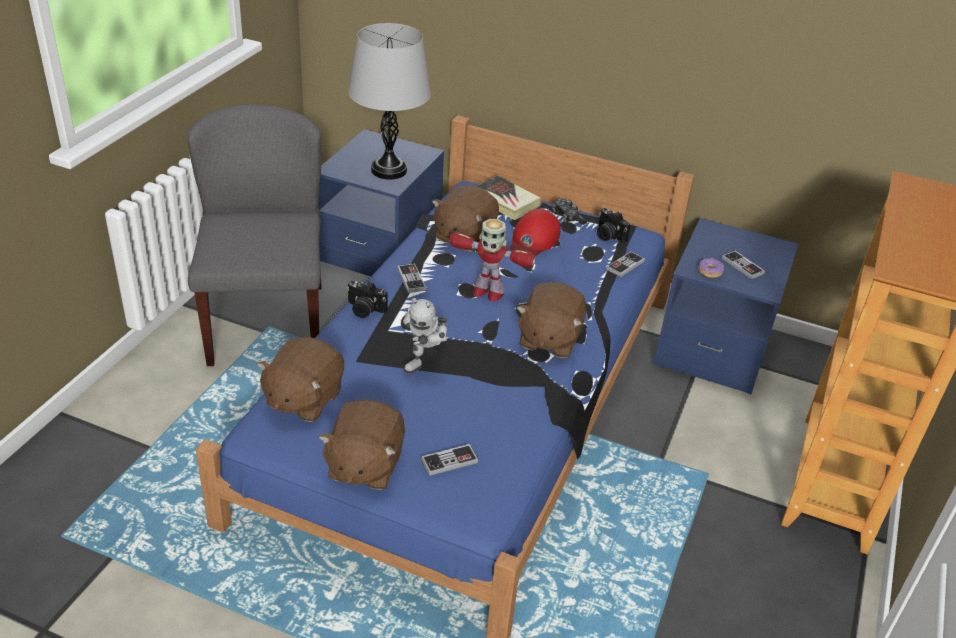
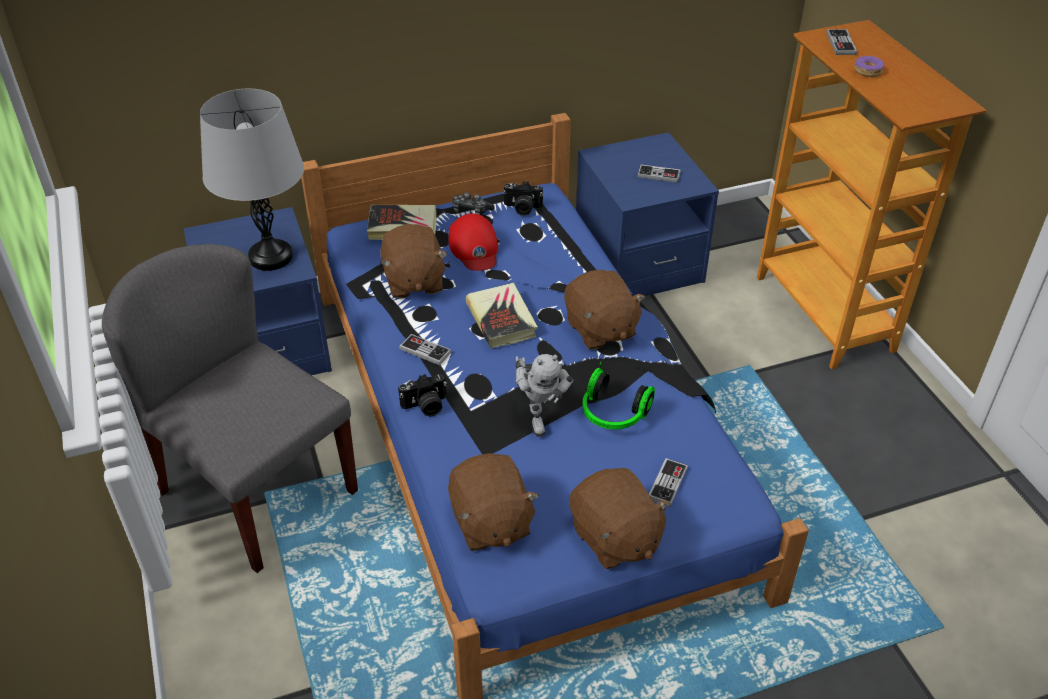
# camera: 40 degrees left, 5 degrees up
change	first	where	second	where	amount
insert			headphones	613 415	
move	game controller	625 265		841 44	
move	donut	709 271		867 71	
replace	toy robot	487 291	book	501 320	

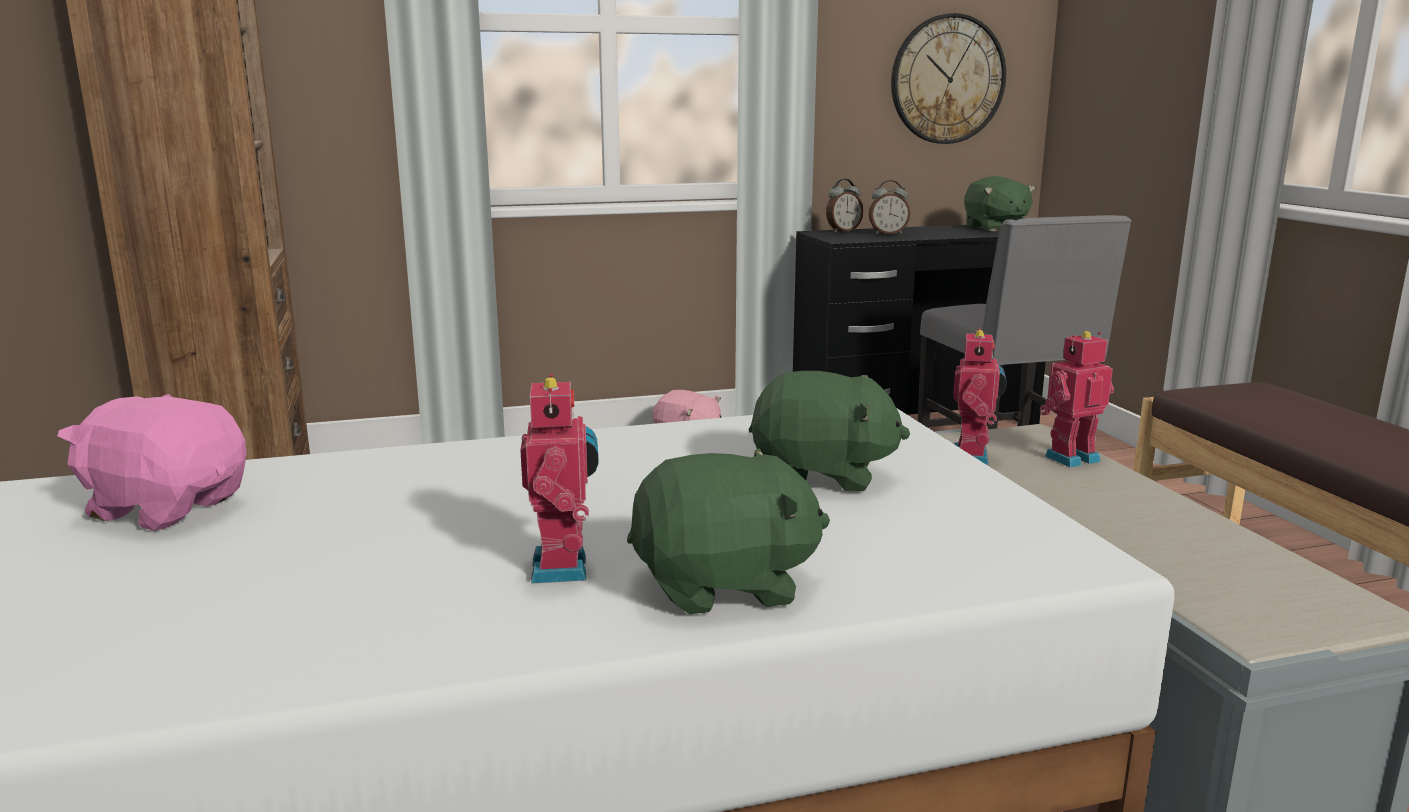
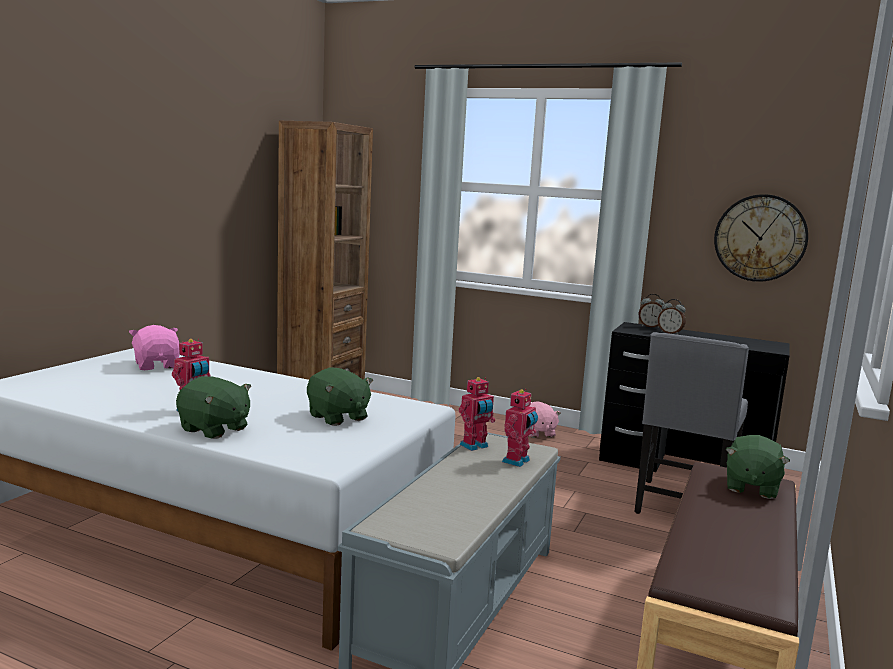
# camera: 40 degrees right, 5 degrees down
change	first	where	second	where	amount
move	green plush toy	995 228		751 487	
rotate	toy robot	1069 457		517 461	105 degrees clockwise

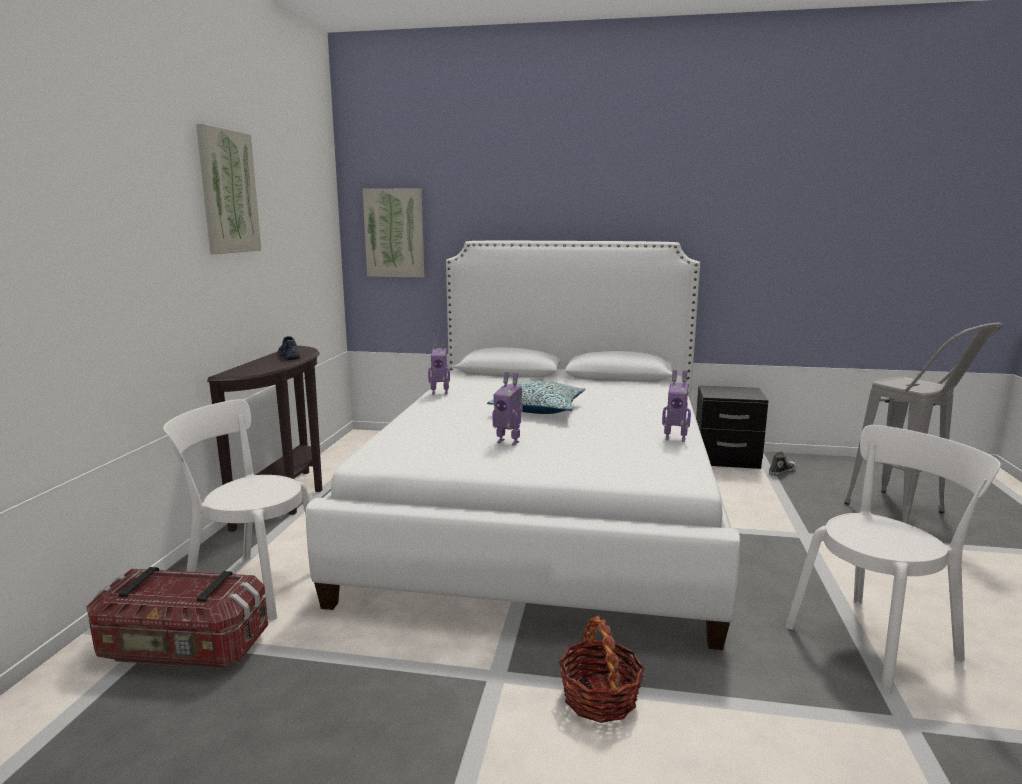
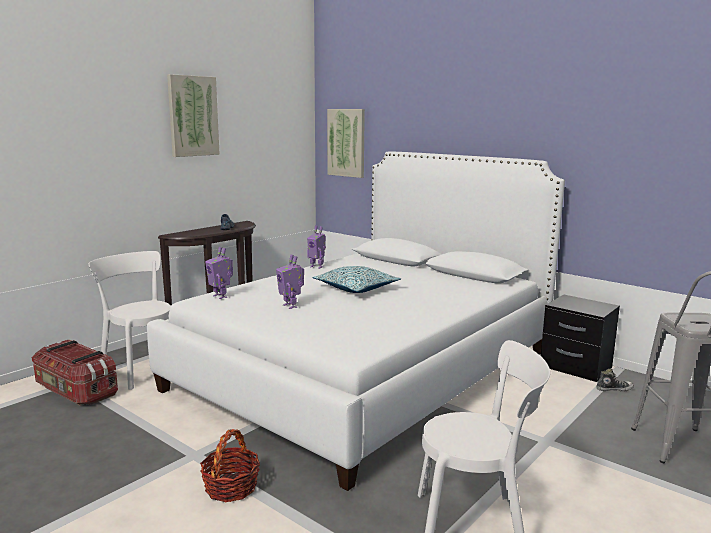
# camera: 30 degrees right, 0 degrees up
change	first	where	second	where	amount
move	toy robot	675 438		221 296	

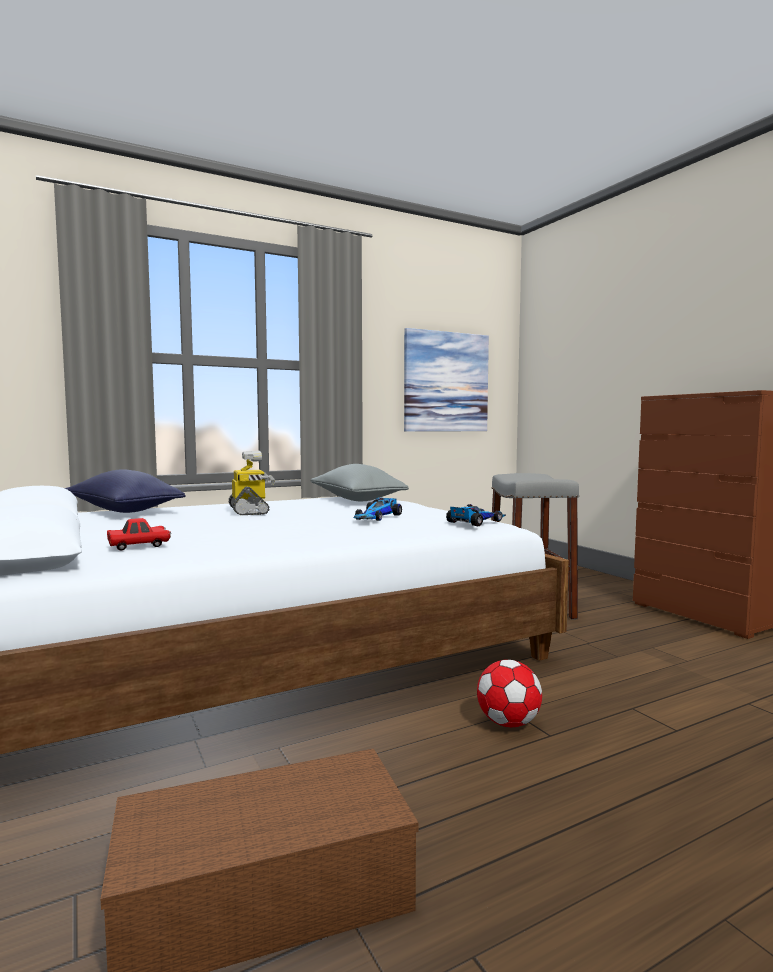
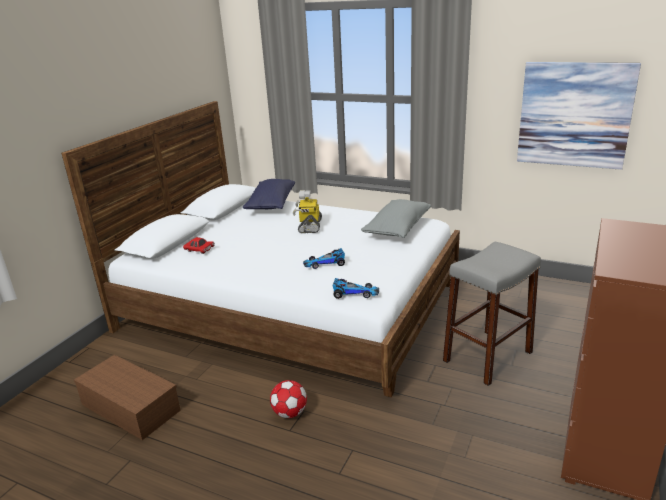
# camera: 55 degrees right, 20 degrees up
change	first	where	second	where	amount
rotate	toy robot	250 511		309 226	150 degrees clockwise

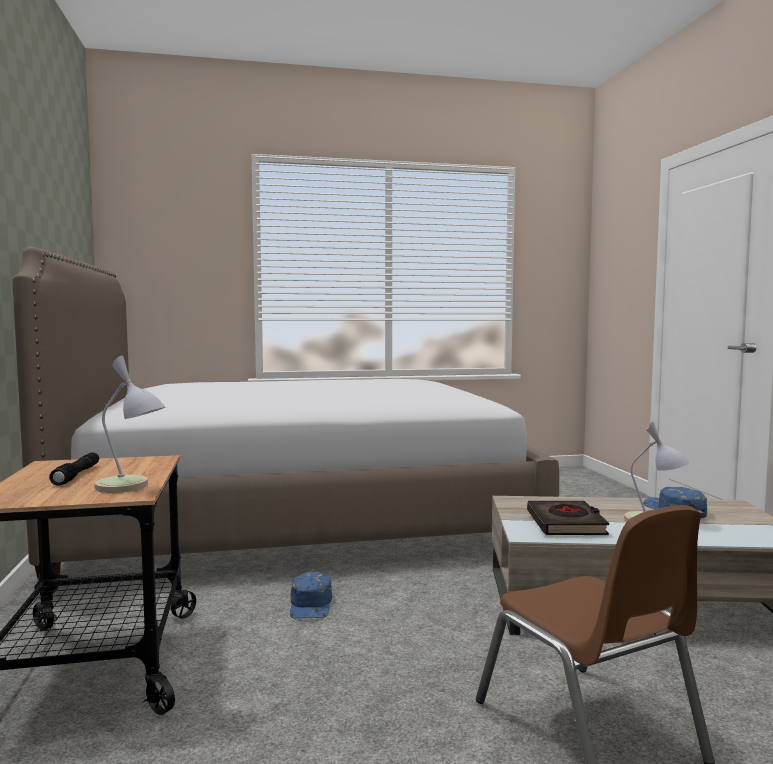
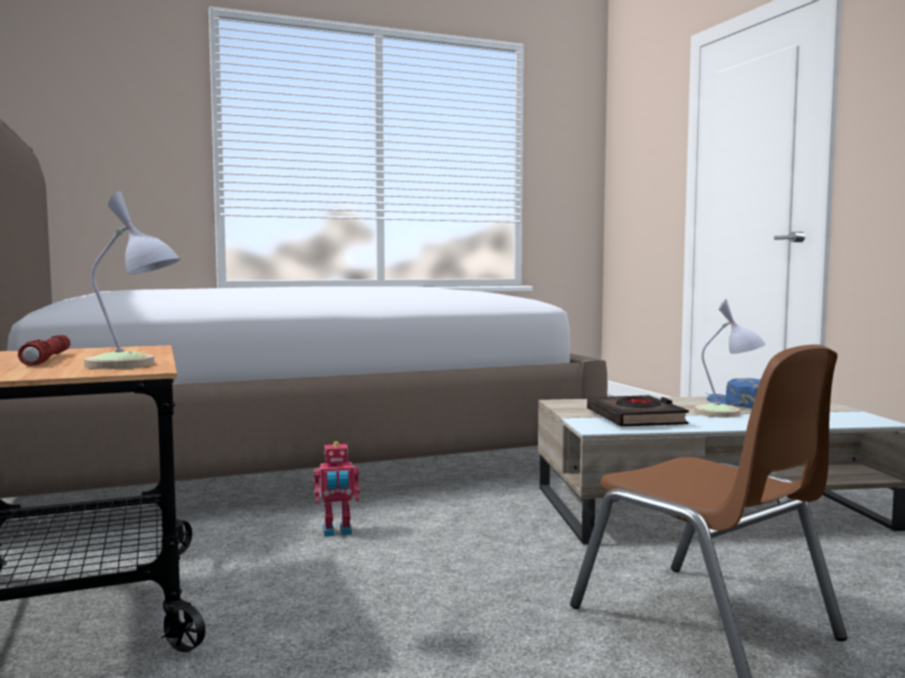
# camera: 10 degrees left, 0 degrees up
change	first	where	second	where	amount
replace	blue cap	311 605	toy robot	337 532	
recolor	black flashlight	77 475	red flashlight	47 359	

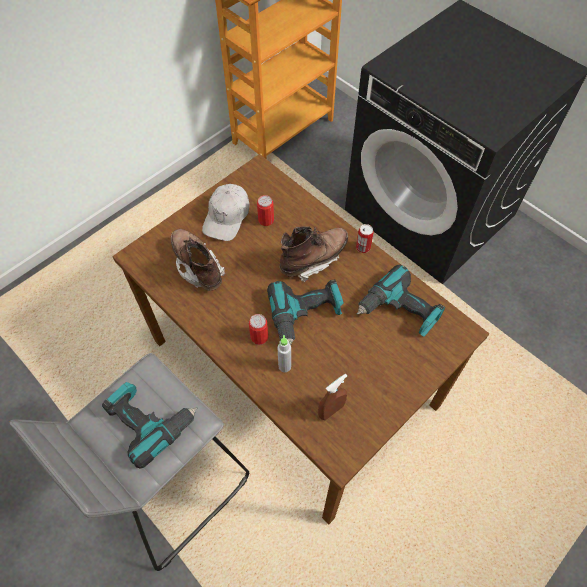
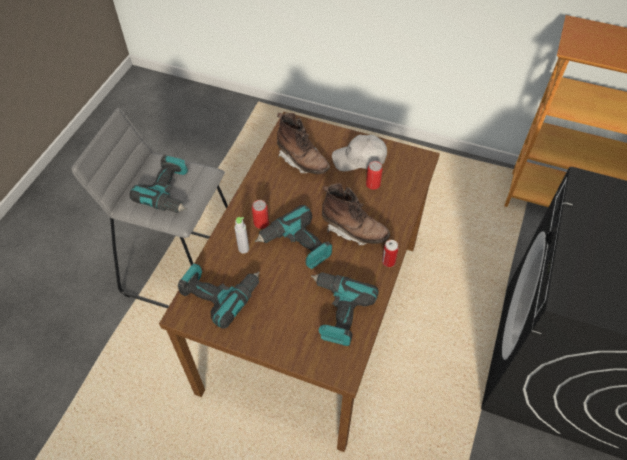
# camera: 65 degrees right, 5 degrees down
change	first	where	second	where	amount
replace	brown spray bottle	331 410	power drill	220 293	
rotate	brown boot	198 267		302 161	105 degrees clockwise

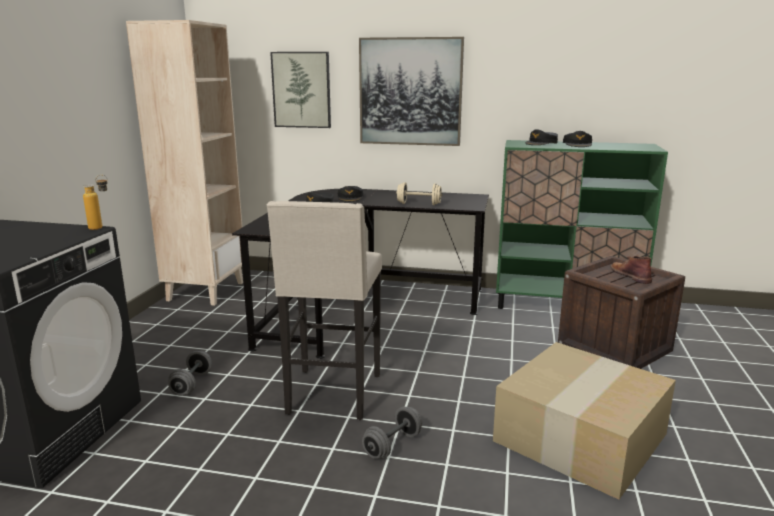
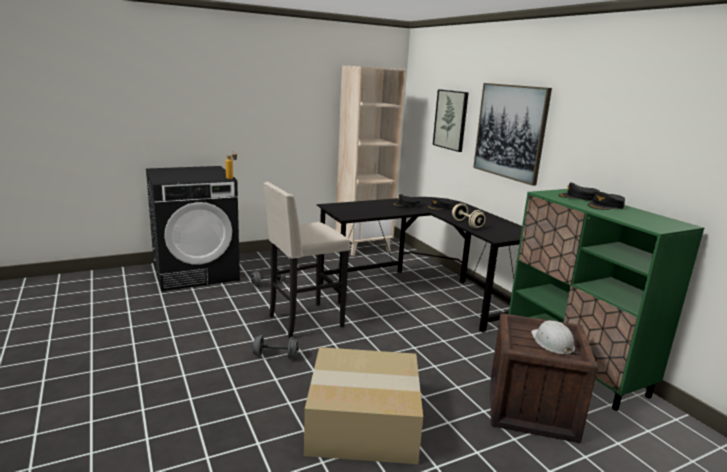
# camera: 50 degrees right, 0 degrees up
change	first	where	second	where	amount
replace	brown boot	630 275	white hard hat	552 342	

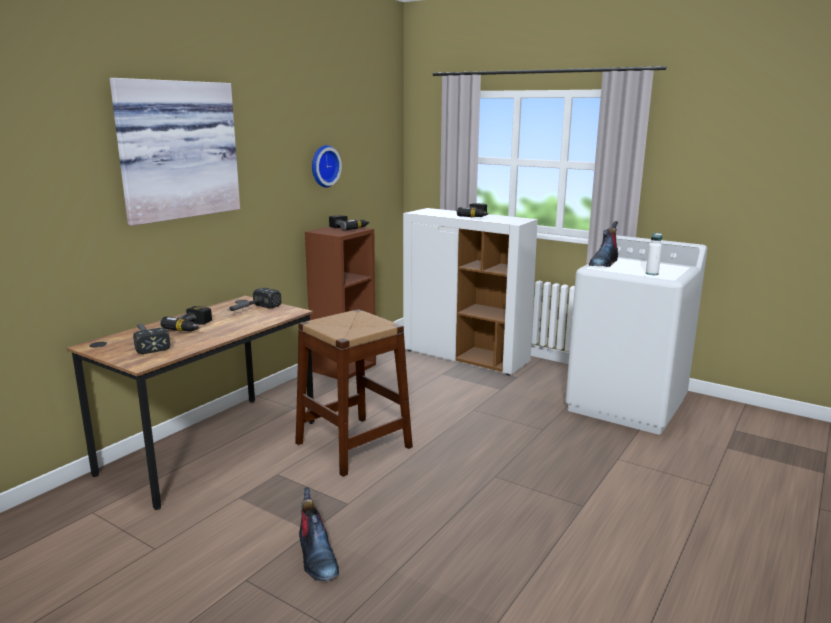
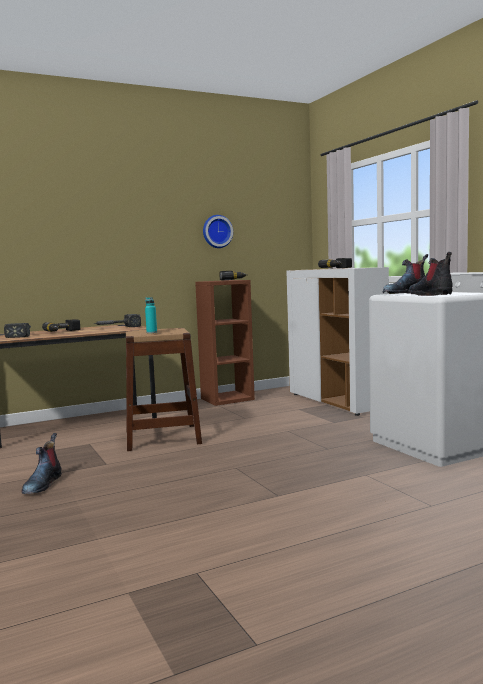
# camera: 30 degrees right, 10 degrees down
change	first	where	second	where	amount
delete	picture	176 150			
insert			turquoise bottle	151 332	
replace	white bottle	652 273	boot	431 295	

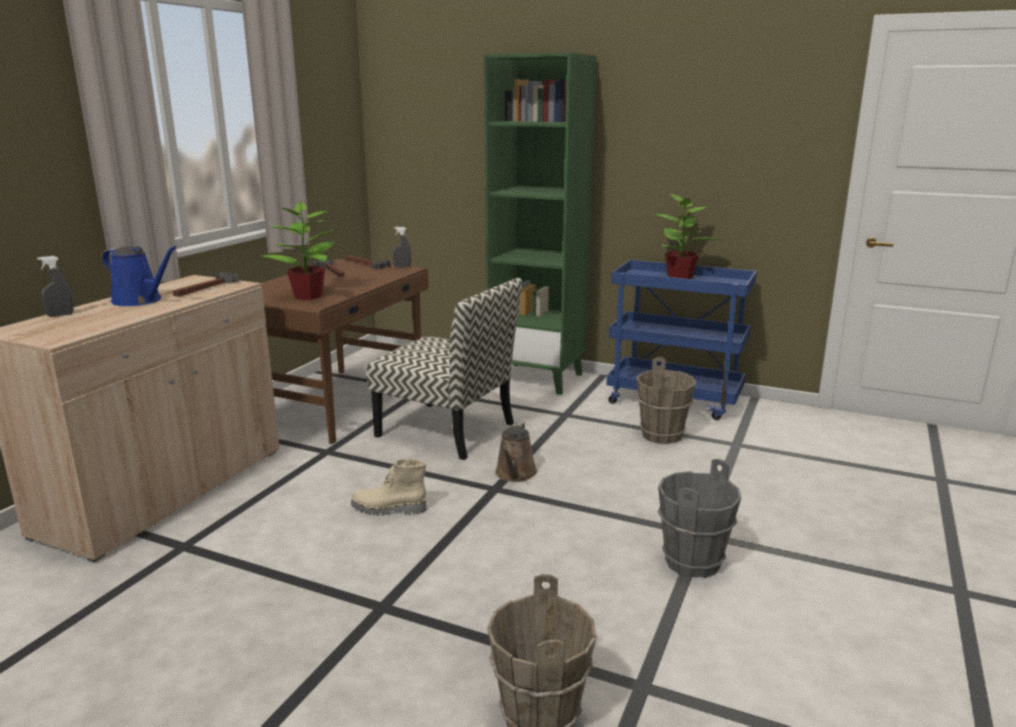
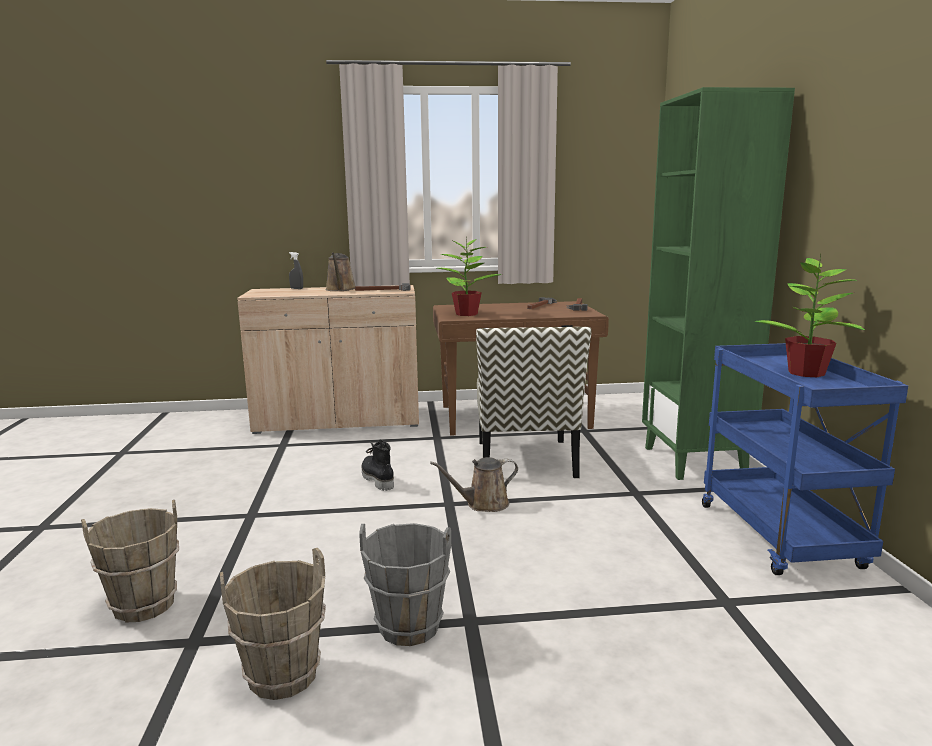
# camera: 60 degrees right, 5 degrees down
change	first	where	second	where	amount
delete	grey spray bottle	402 267			
move	brown bucket	662 435		283 676	
recolor	blue watering can	140 300	brown watering can	340 289	
recolor	beige boot	388 509	black boot	376 479	

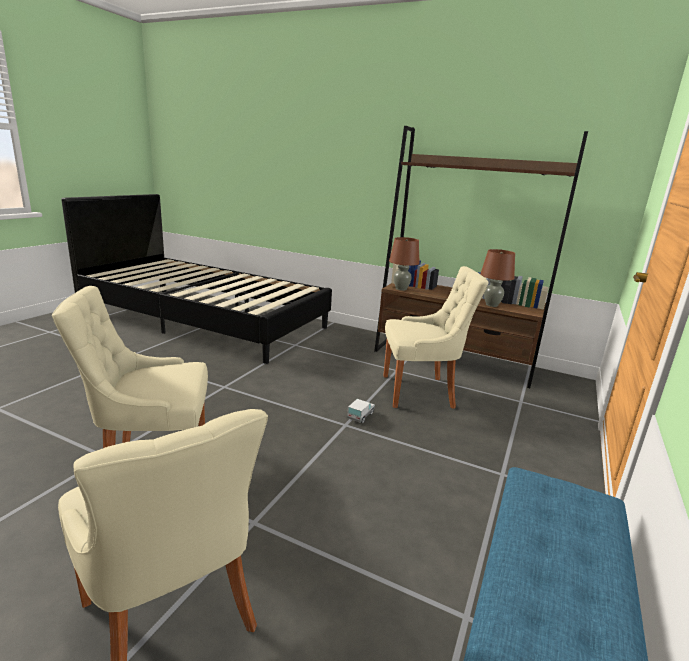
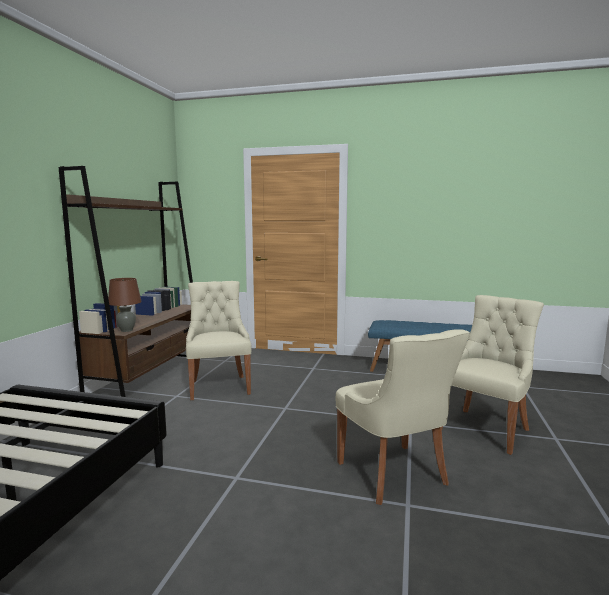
# camera: 100 degrees left, 10 degrees down
change	first	where	second	where	amount
delete	toy truck	360 416			
delete	brown table lamp	492 305			

